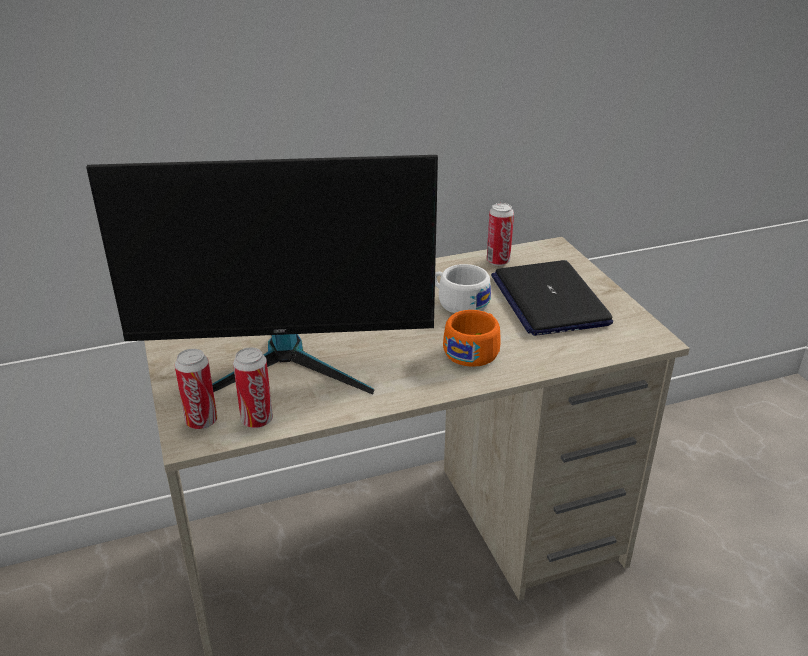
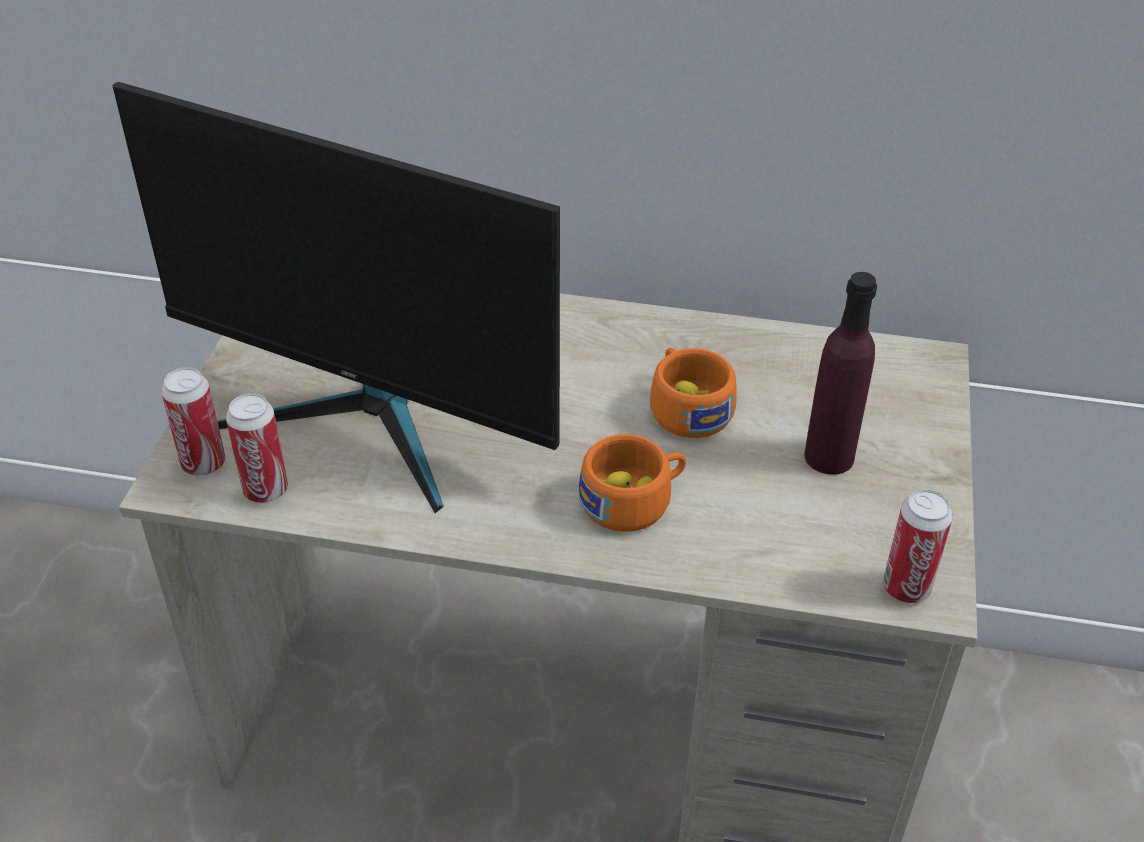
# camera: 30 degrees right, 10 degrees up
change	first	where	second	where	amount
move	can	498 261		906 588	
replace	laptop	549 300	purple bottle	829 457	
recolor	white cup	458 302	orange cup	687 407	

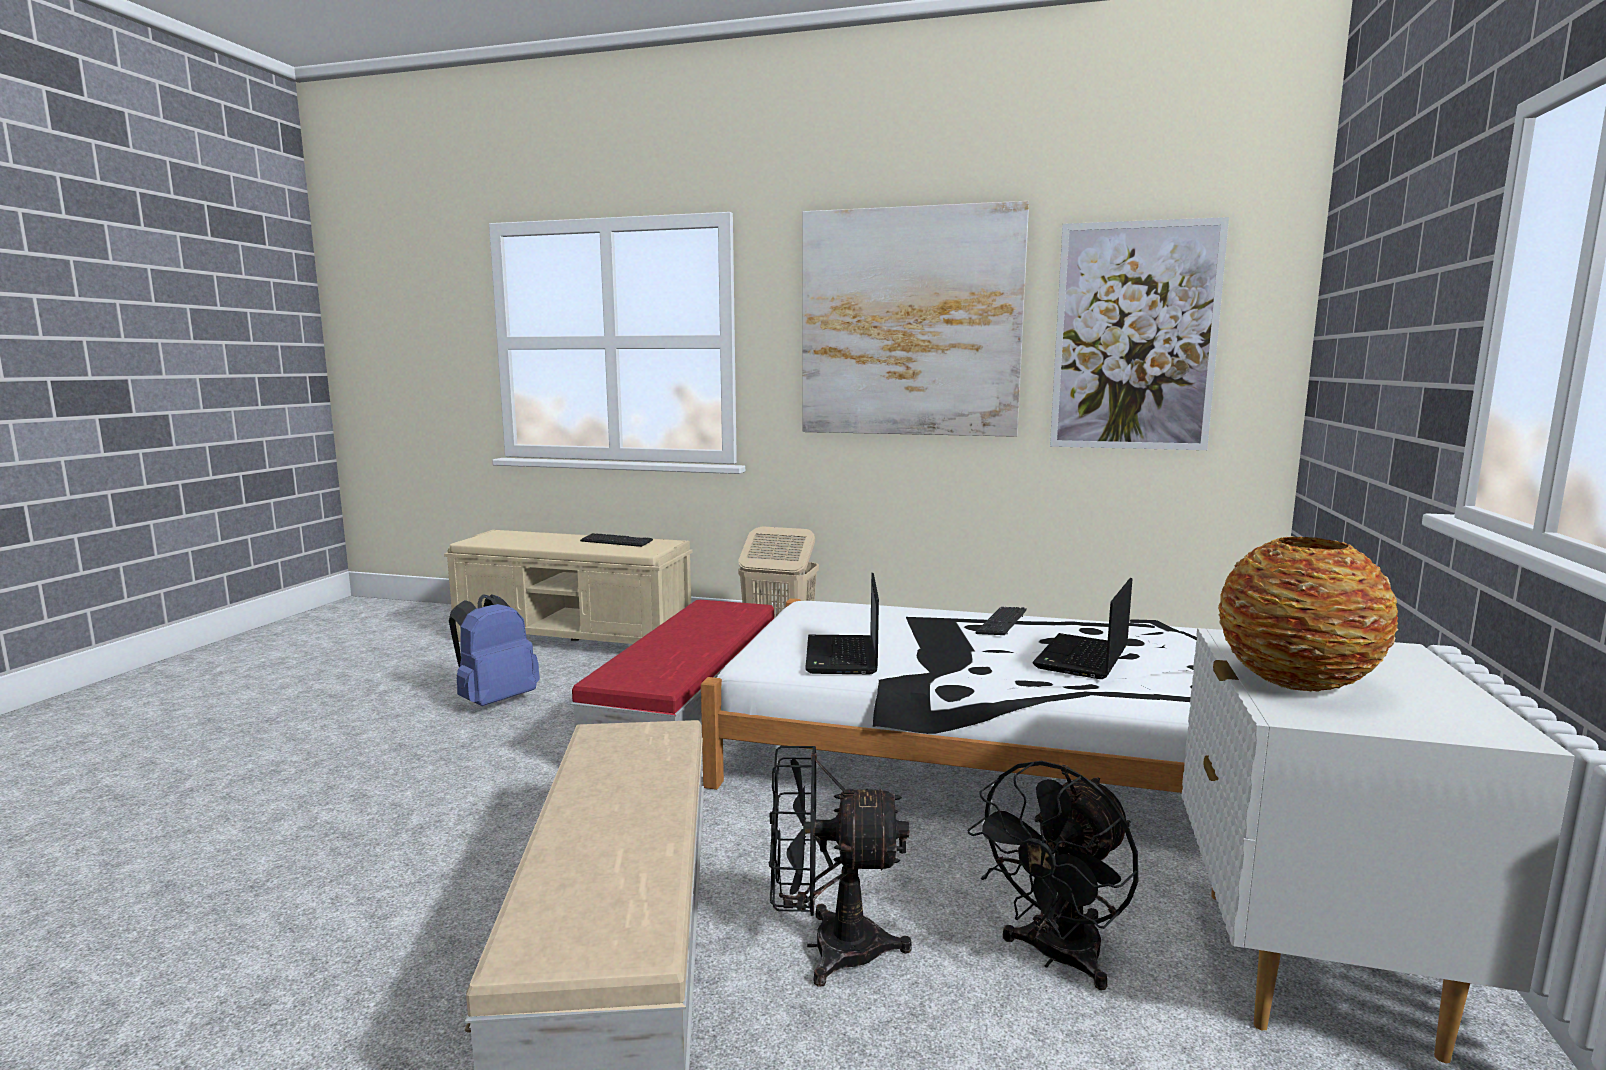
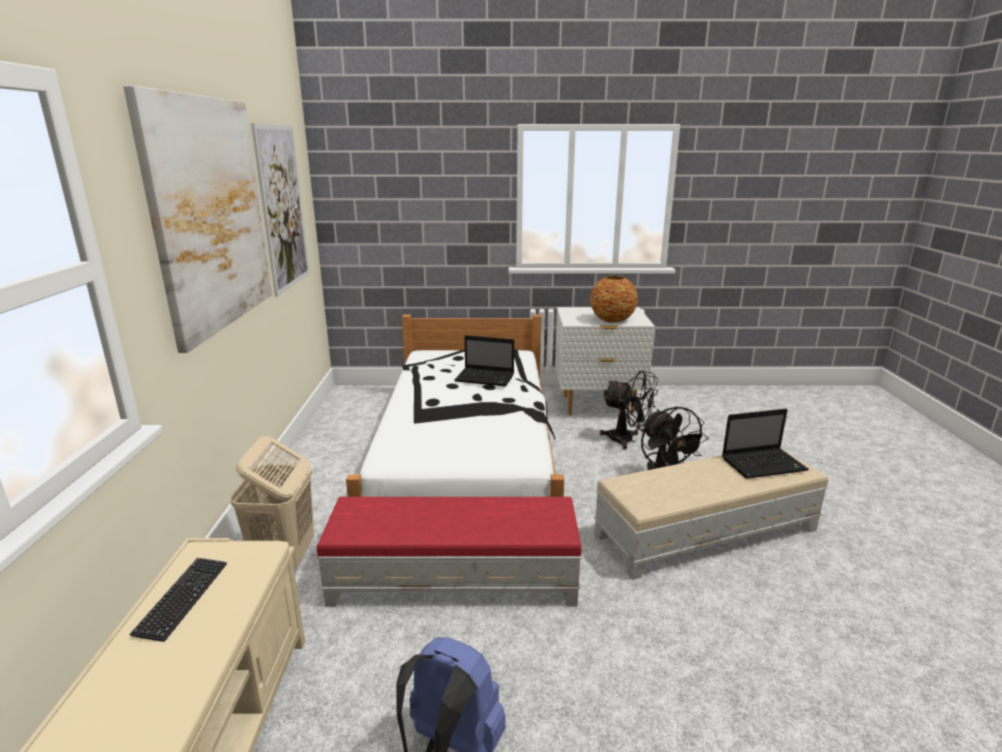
# camera: 105 degrees left, 10 degrees up
change	first	where	second	where	amount
delete	keyboard	1001 623			
move	laptop	842 657		764 464	

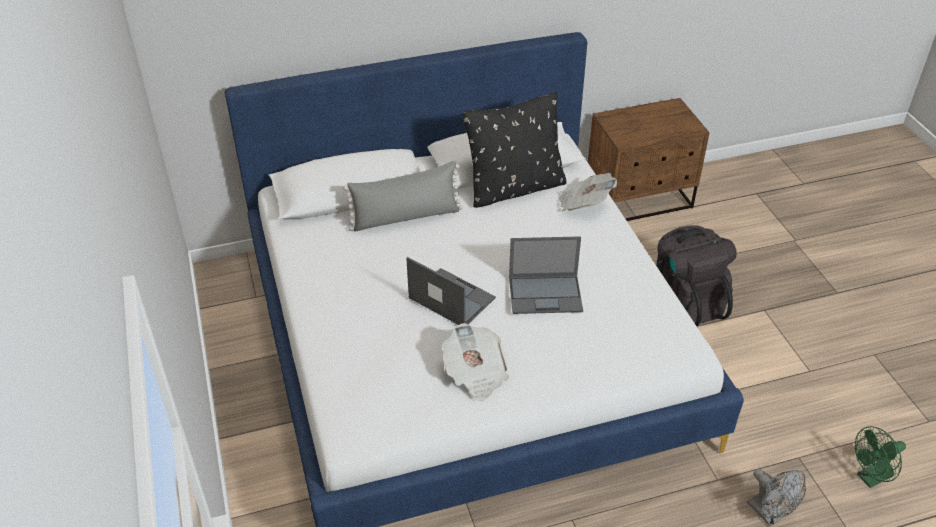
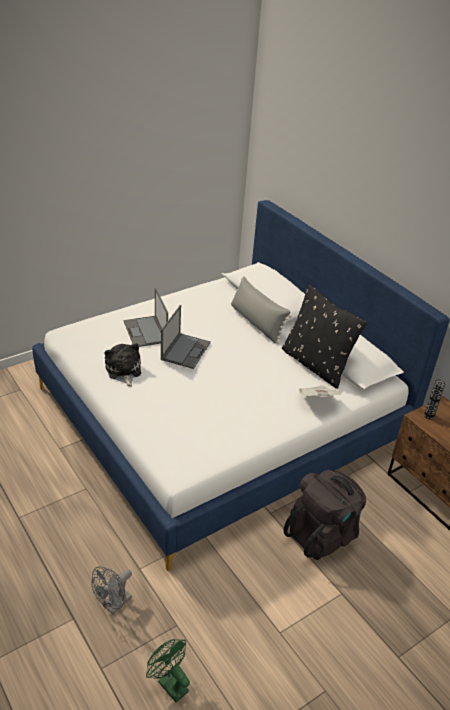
# camera: 70 degrees right, 5 degrees down
change	first	where	second	where	amount
insert			vase	429 416	
move	laptop	546 294		145 332	
replace	newspaper	475 374	plush toy	123 371	

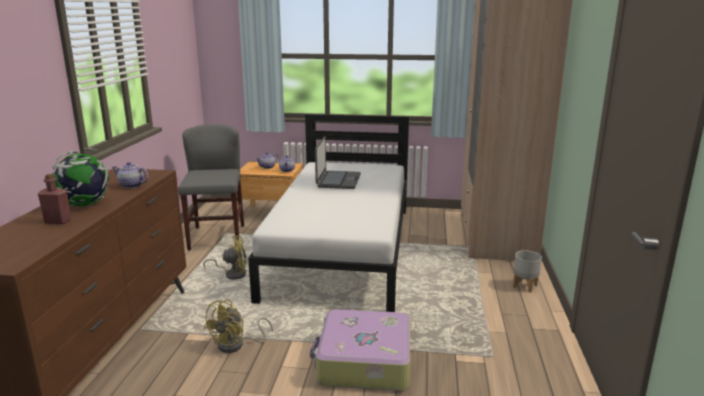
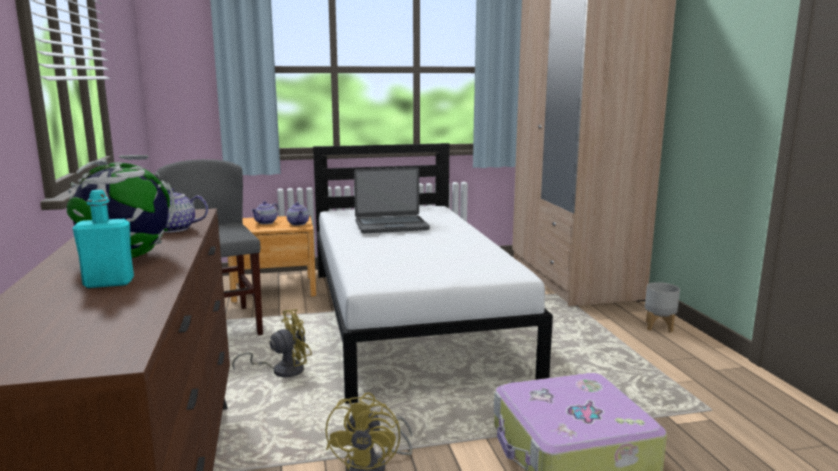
# camera: 20 degrees left, 5 degrees down
change	first	where	second	where	amount
recolor	red bottle	58 221	turquoise bottle	109 283	
rotate	laptop	338 181		391 225	90 degrees clockwise

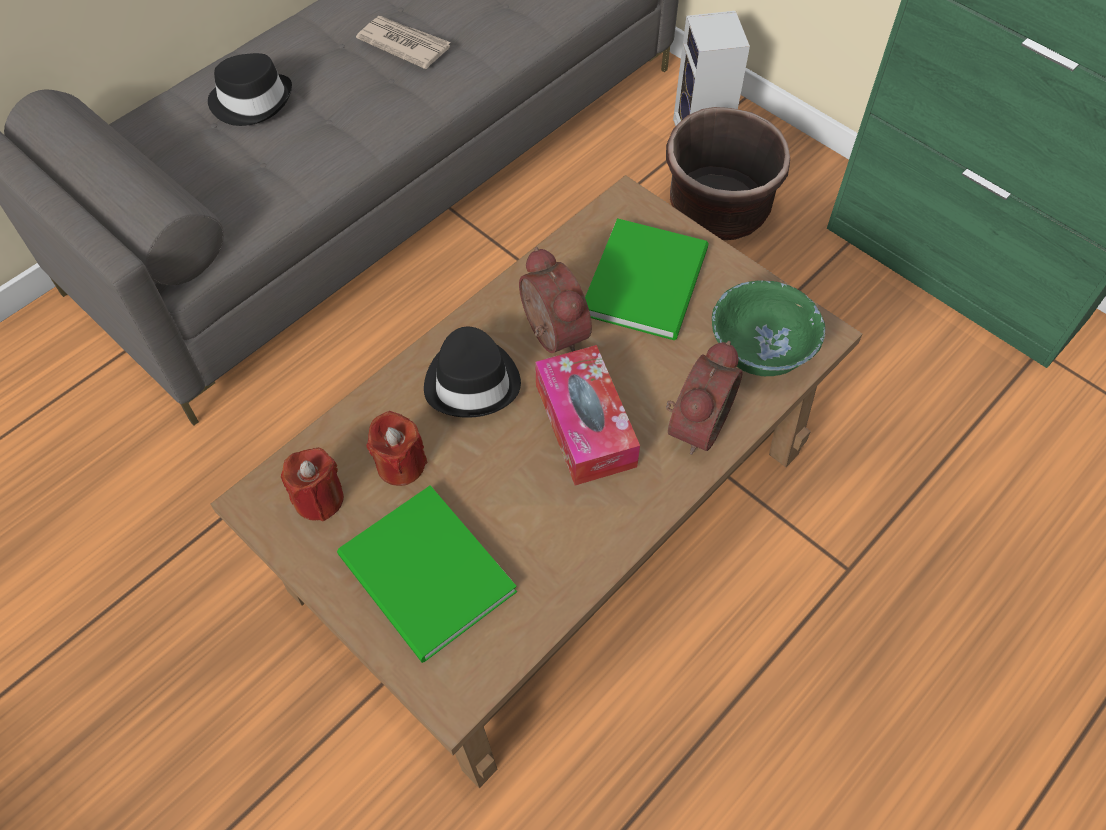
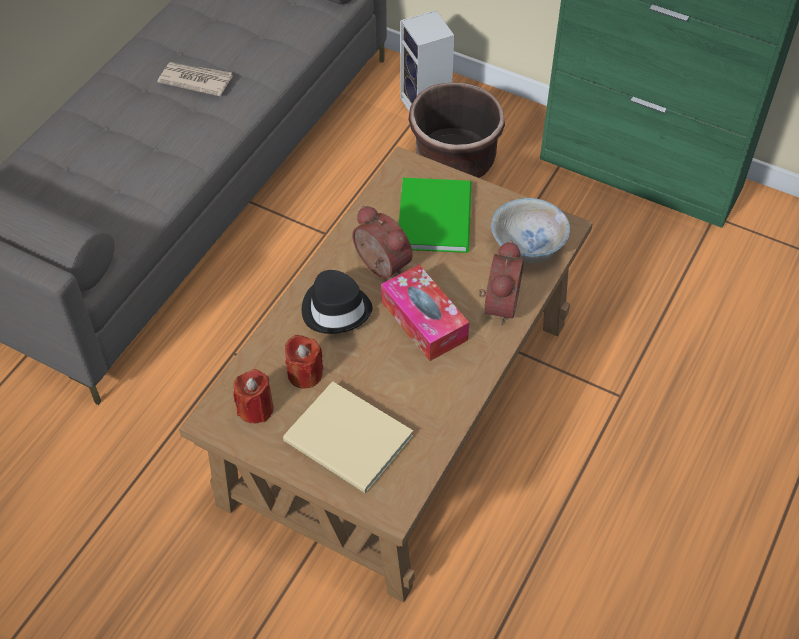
# camera: 15 degrees left, 5 degrees down
change	first	where	second	where	amount
delete	black hat	252 101			
recolor	green book	426 579	beige book	349 442	
recolor	green bowl	761 350	white bowl	528 247	

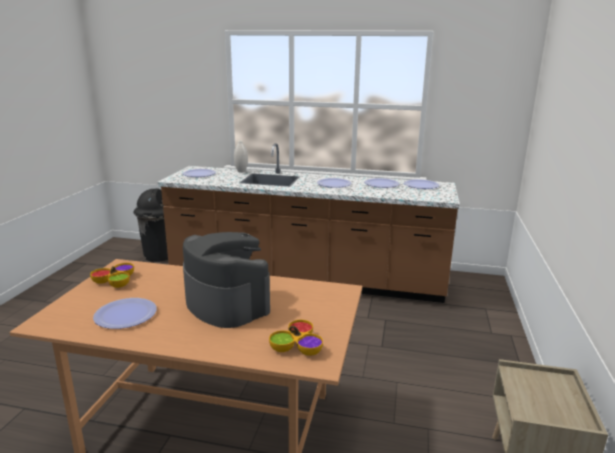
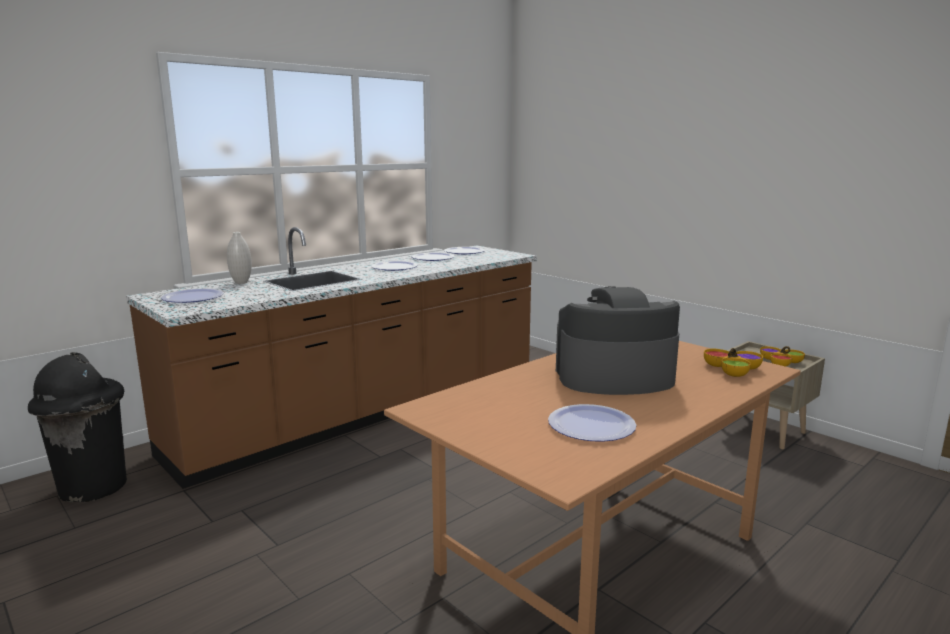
# camera: 55 degrees left, 5 degrees down
change	first	where	second	where	amount
move	bowl	115 281		780 362	

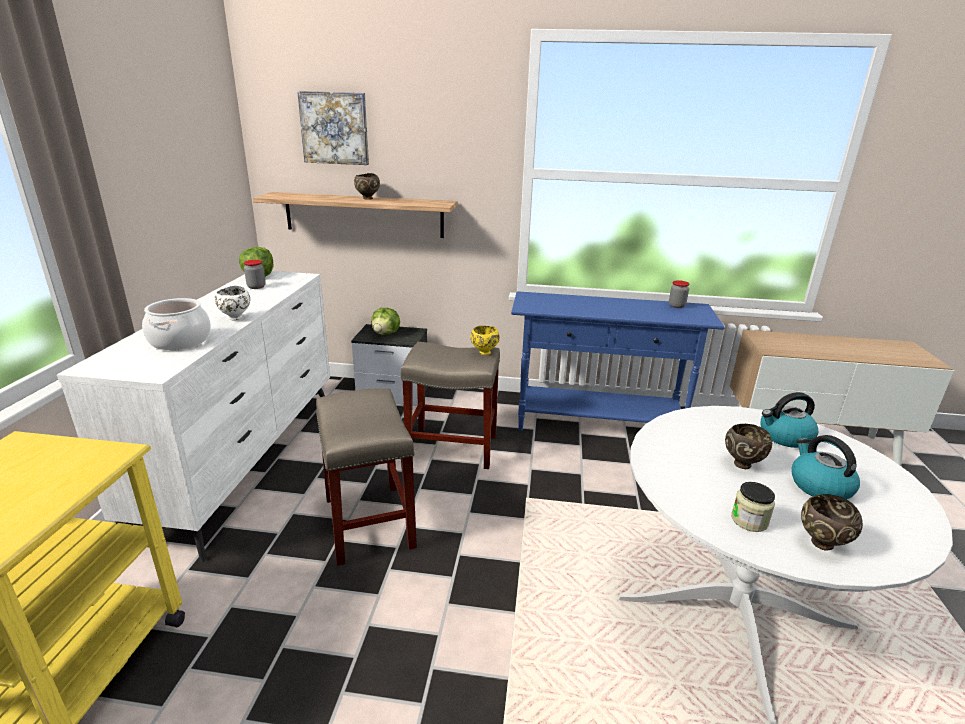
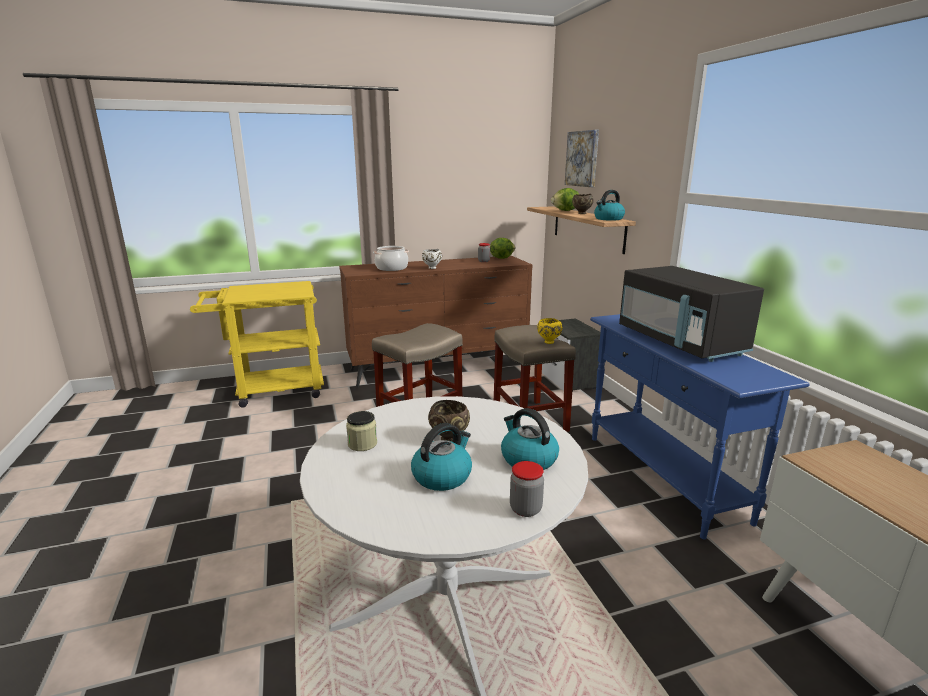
# camera: 65 degrees right, 5 degrees down
change	first	where	second	where	amount
delete	brown bowl	821 544			
insert			kettle	608 219	
insert			black microwave	680 342	
move	lettuce	386 334		565 211	
move	jar	676 306		525 509	
recolor	white dresser	247 462	brown dresser	439 368	

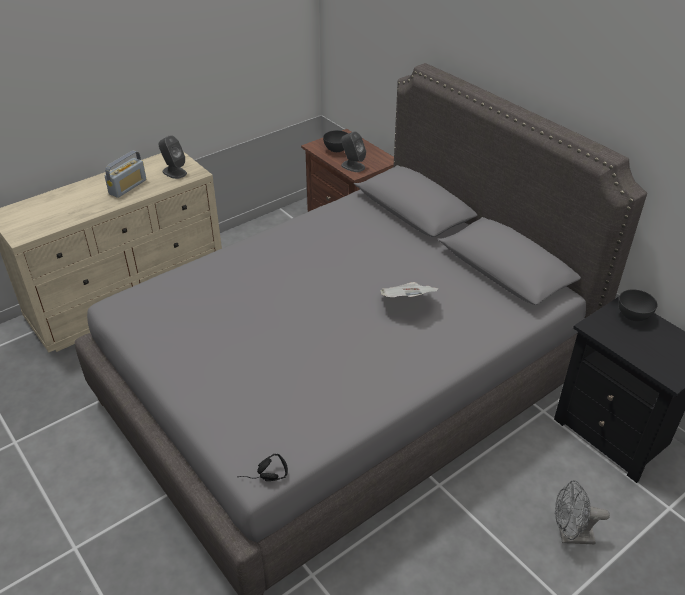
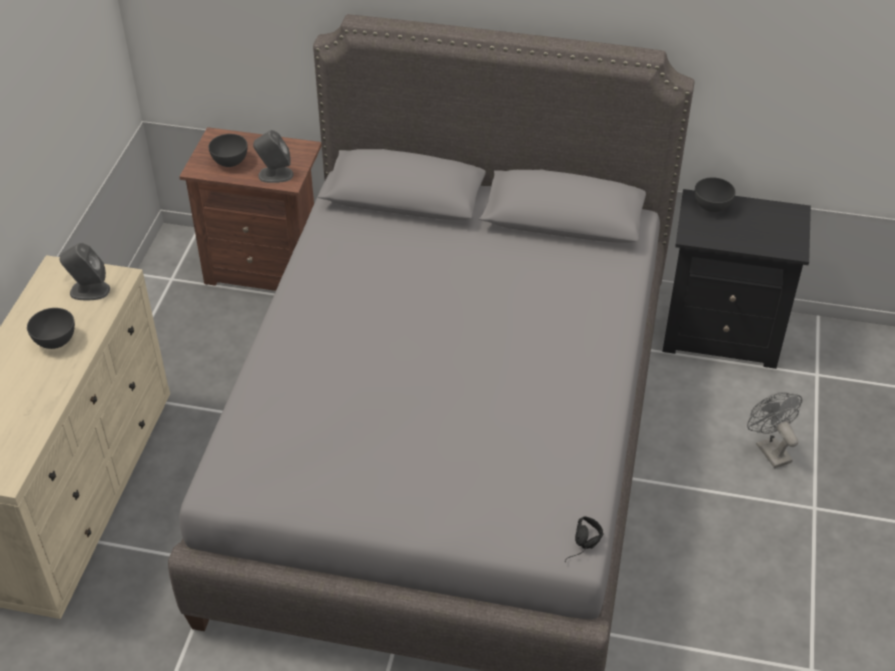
# camera: 40 degrees left, 5 degrees up
change	first	where	second	where	amount
delete	newspaper	407 302			
replace	radio	128 187	grey bowl	55 341	
rotate	grey fan	570 536		769 449	105 degrees clockwise

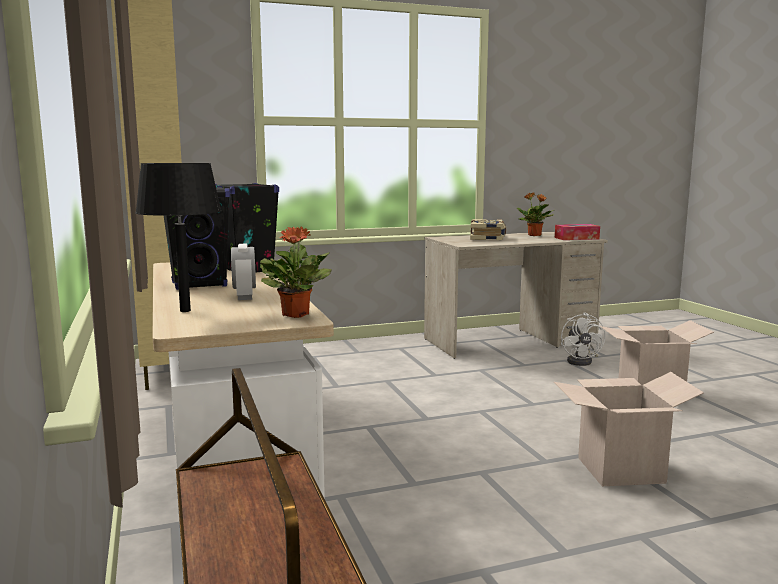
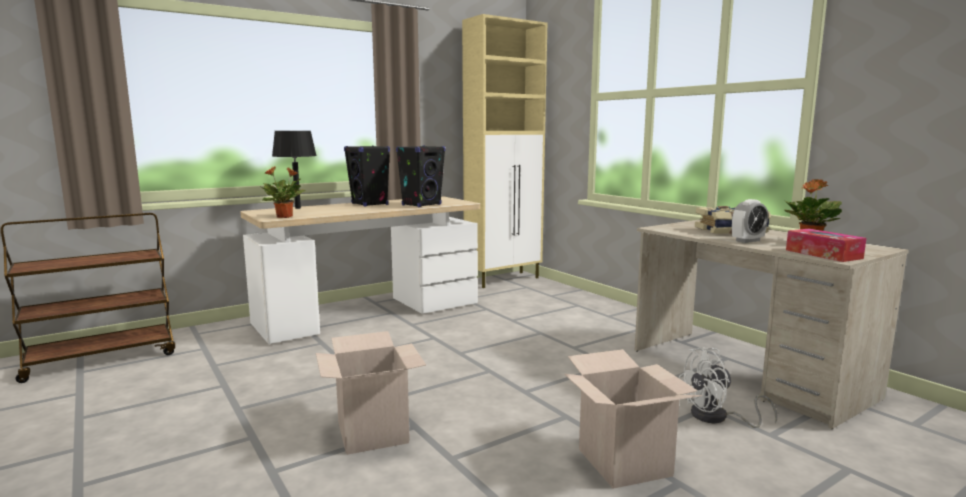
# camera: 75 degrees right, 0 degrees up
change	first	where	second	where	amount
move	alarm clock	244 297		747 241	

